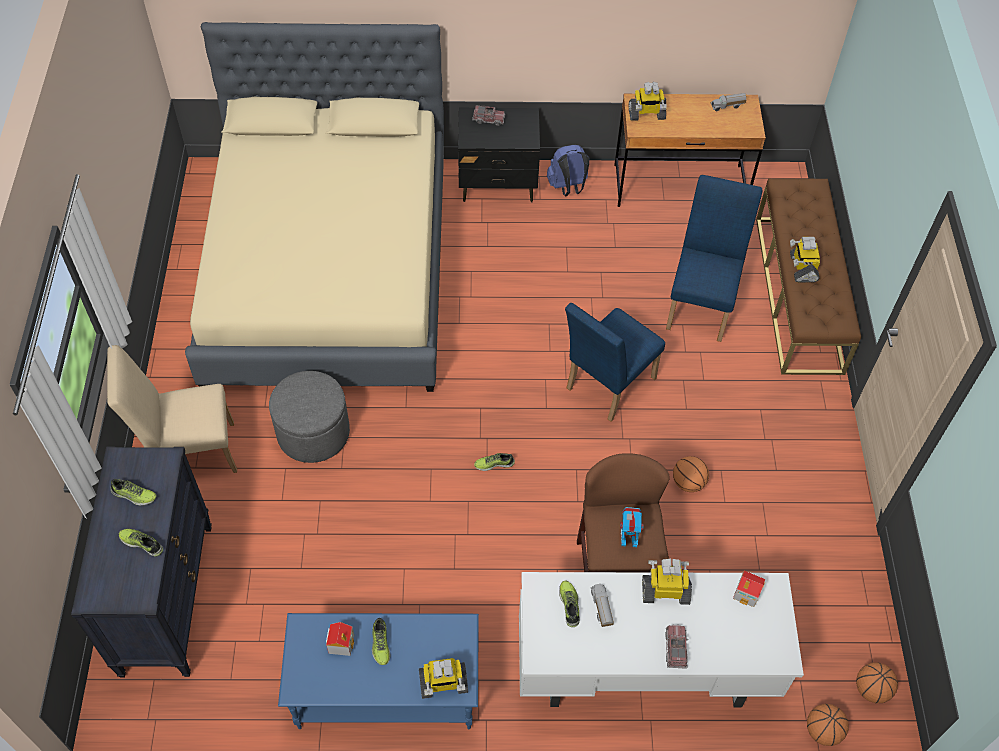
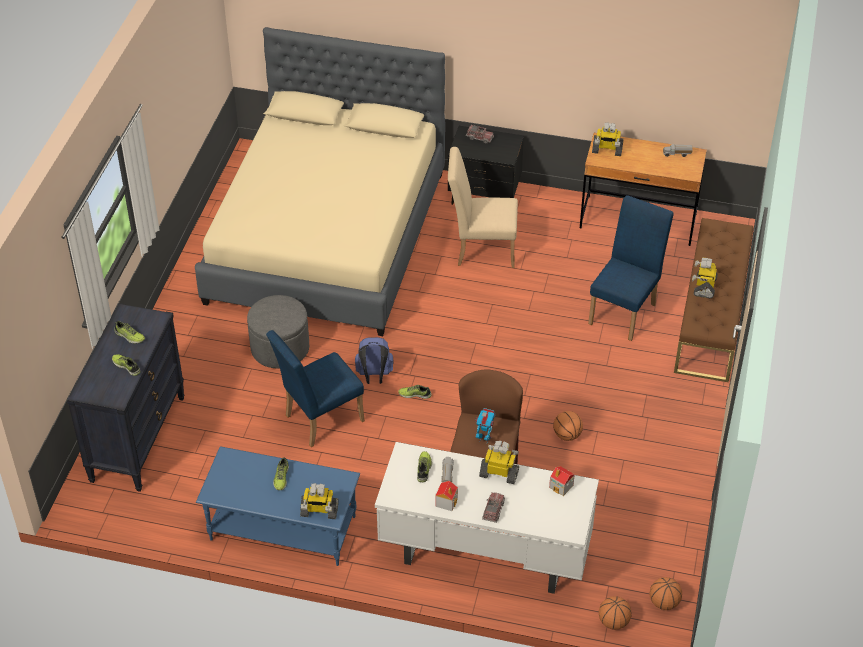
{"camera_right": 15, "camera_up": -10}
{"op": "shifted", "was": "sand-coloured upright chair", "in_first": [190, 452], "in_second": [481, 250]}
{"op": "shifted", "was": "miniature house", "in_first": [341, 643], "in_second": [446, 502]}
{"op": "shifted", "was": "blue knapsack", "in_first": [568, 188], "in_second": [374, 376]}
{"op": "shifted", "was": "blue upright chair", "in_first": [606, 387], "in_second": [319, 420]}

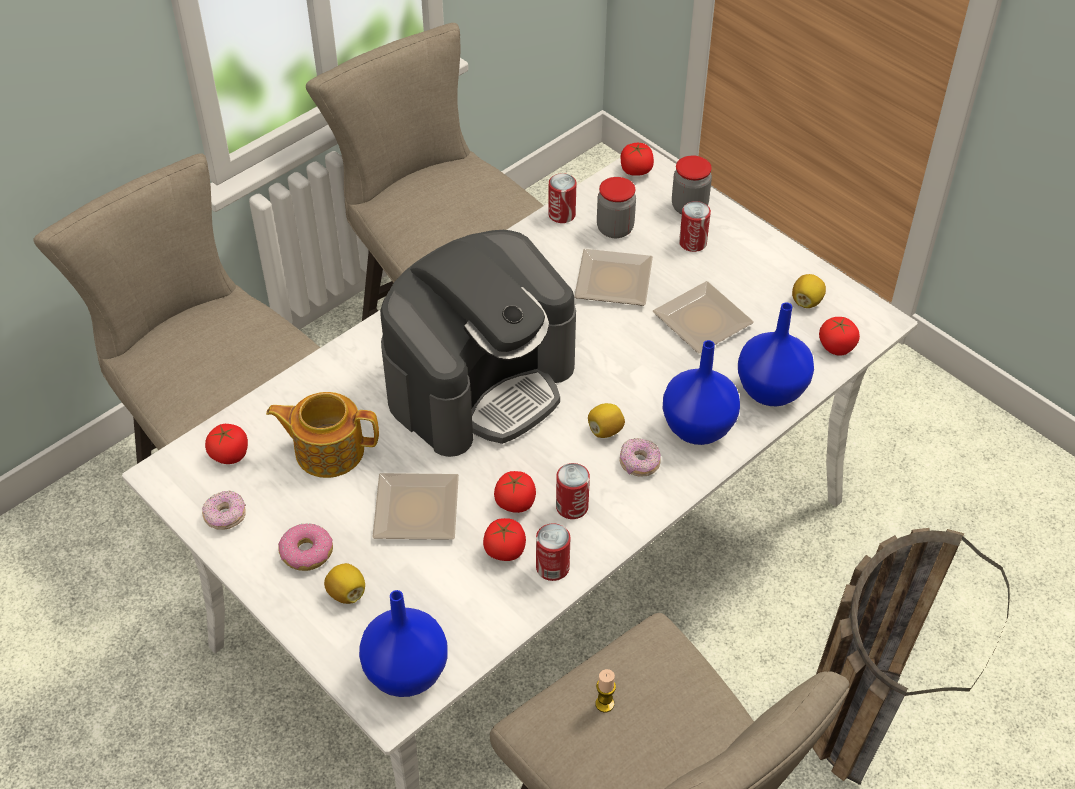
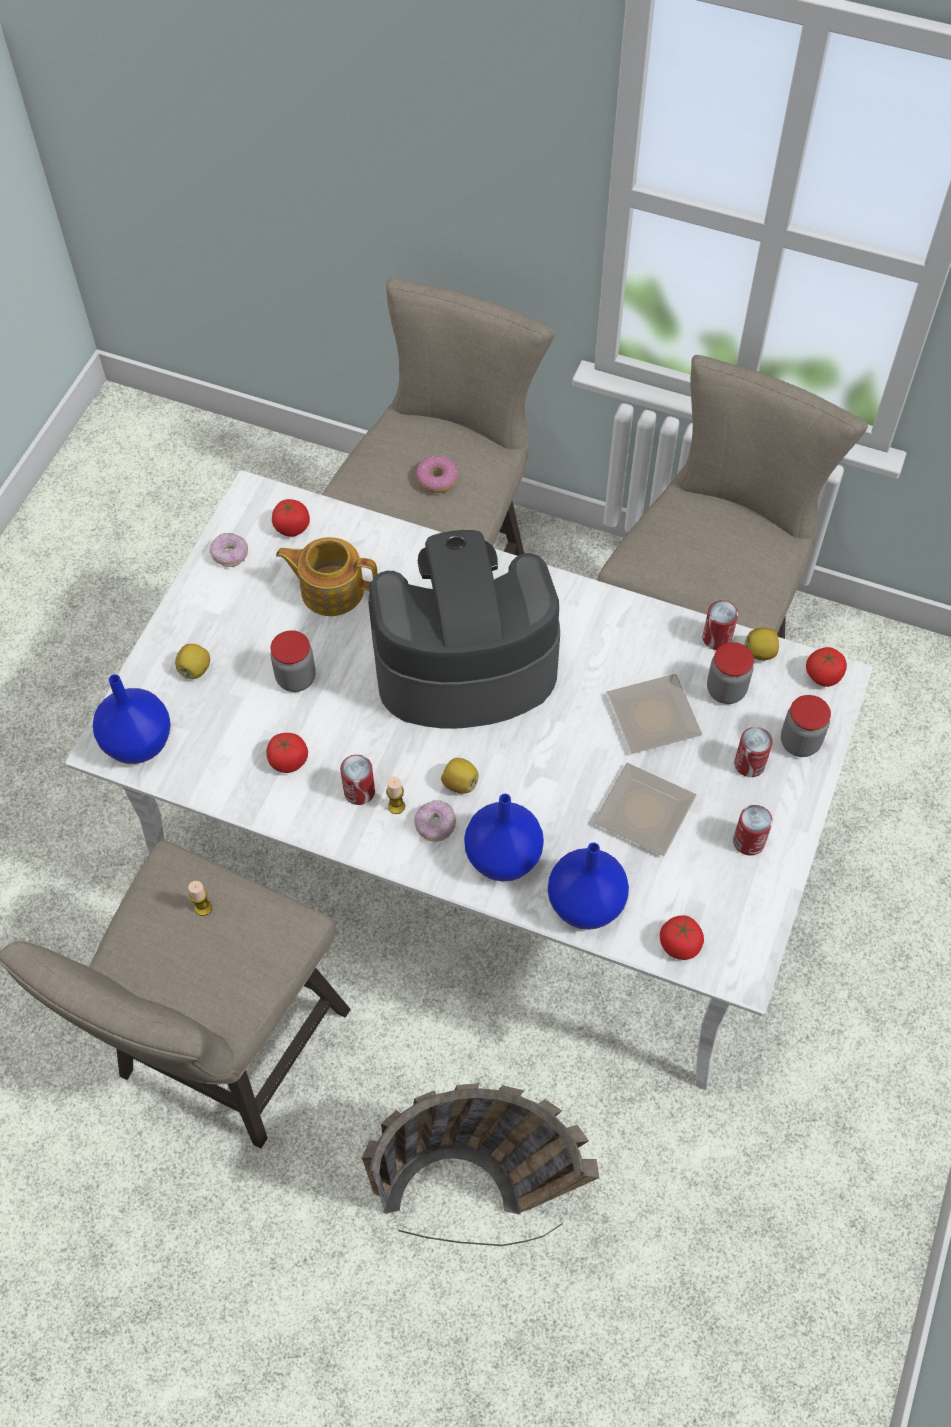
{"camera_right": 65, "camera_up": 10}
{"op": "rotated", "was": "tea pot", "in_first": [328, 450], "in_second": [331, 589], "clockwise": -60}
{"op": "shifted", "was": "ring doughnut", "in_first": [306, 553], "in_second": [437, 479]}
{"op": "swapped", "was": "plate", "now": "jar", "in_first": [413, 512], "in_second": [296, 678]}
{"op": "rotated", "was": "coffee maker", "in_first": [481, 382], "in_second": [463, 664], "clockwise": 150}
{"op": "gone", "was": "whole tomato", "in_first": [515, 502]}
{"op": "shifted", "was": "sealed can", "in_first": [552, 567], "in_second": [748, 841]}
{"op": "shifted", "was": "lemon", "in_first": [806, 301], "in_second": [760, 652]}
{"op": "new", "now": "candle", "in_second": [396, 806]}

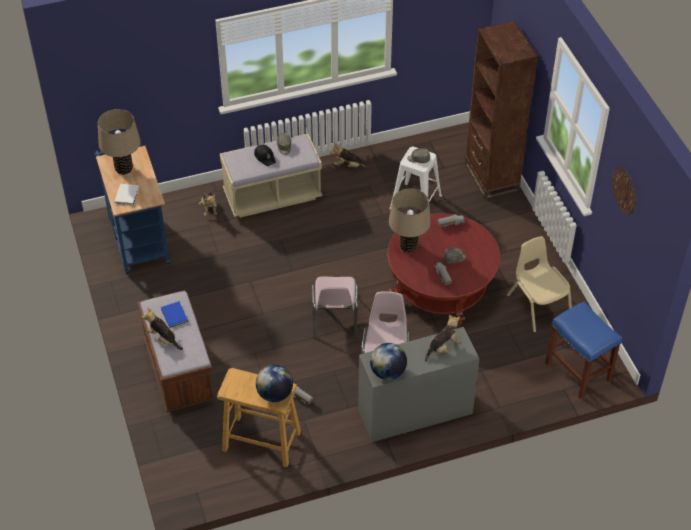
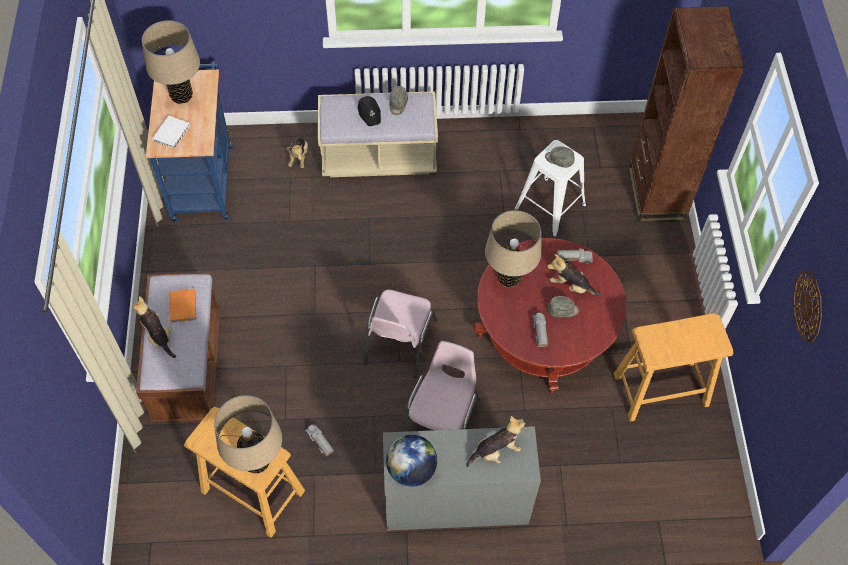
{"camera_right": 15, "camera_up": 10}
{"op": "repainted", "was": "blue book", "now": "orangey book", "in_first": [174, 316], "in_second": [182, 307]}
{"op": "swapped", "was": "world globe", "now": "sand-coloured lamp for a table", "in_first": [275, 394], "in_second": [256, 461]}
{"op": "shifted", "was": "soft toy", "in_first": [348, 165], "in_second": [571, 286]}
{"op": "swapped", "was": "sand-coloured upright chair", "now": "sand-coloured stool", "in_first": [538, 305], "in_second": [661, 389]}
{"op": "gone", "was": "blue stool", "in_first": [577, 371]}

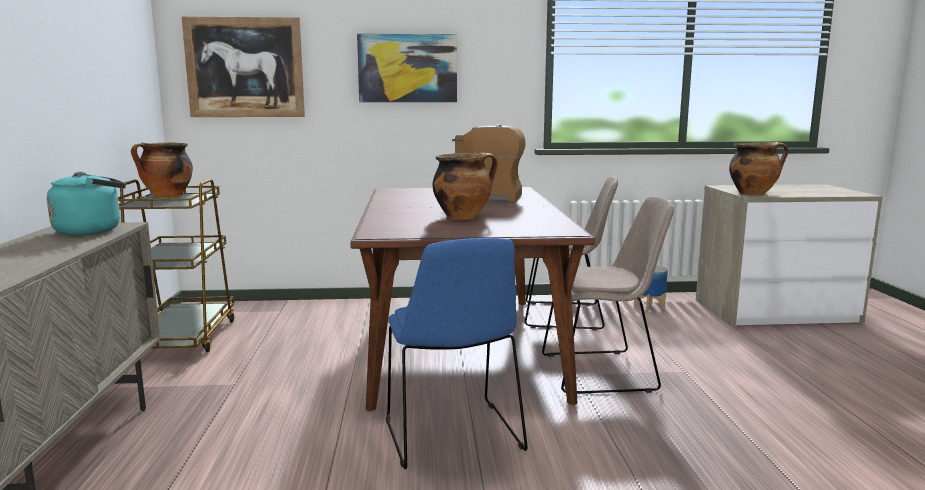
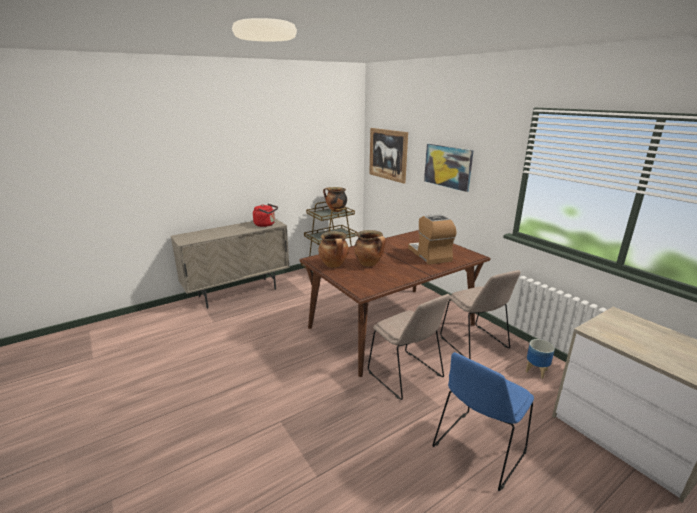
{"camera_right": 60, "camera_up": 10}
{"op": "repainted", "was": "turquoise-coloured water kettle", "now": "reddish water kettle", "in_first": [92, 230], "in_second": [266, 224]}
{"op": "shifted", "was": "blue upright chair", "in_first": [453, 437], "in_second": [478, 450]}
{"op": "shifted", "was": "cooking pot", "in_first": [753, 194], "in_second": [334, 265]}

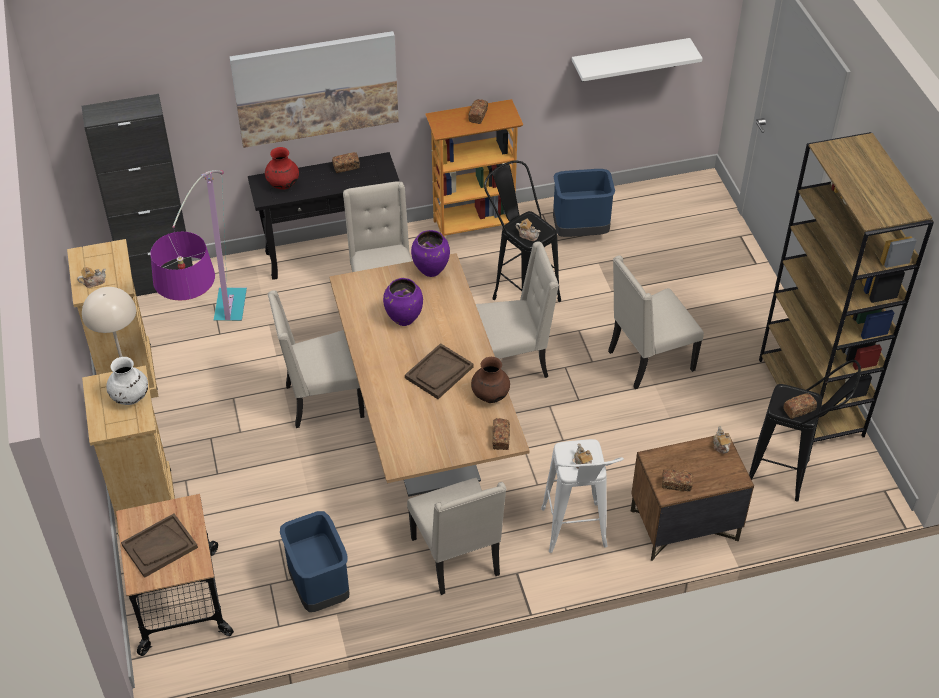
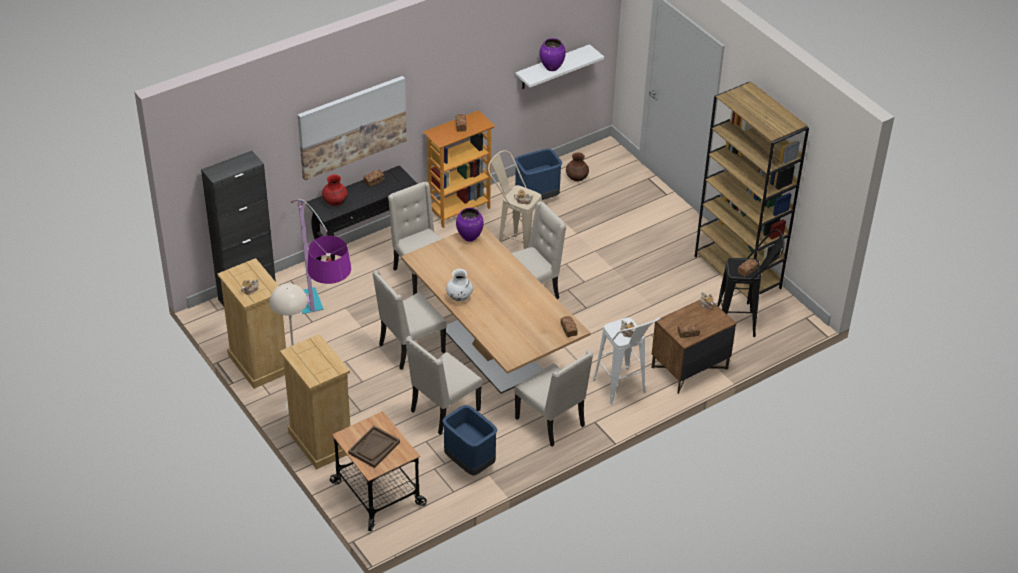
{"camera_right": -20, "camera_up": -5}
{"op": "shifted", "was": "white decorative vase", "in_first": [130, 398], "in_second": [459, 297]}
{"op": "shifted", "was": "purplish decorative vase", "in_first": [404, 319], "in_second": [552, 68]}
{"op": "gone", "was": "brown carrying tray", "in_first": [439, 373]}
{"op": "shifted", "was": "brown decorative vase", "in_first": [490, 395], "in_second": [576, 178]}
{"op": "repainted", "was": "blackish stool", "now": "sand-coloured stool", "in_first": [519, 294], "in_second": [514, 249]}
{"op": "shifted", "was": "sand-coloured upright chair", "in_first": [648, 361], "in_second": [443, 411]}

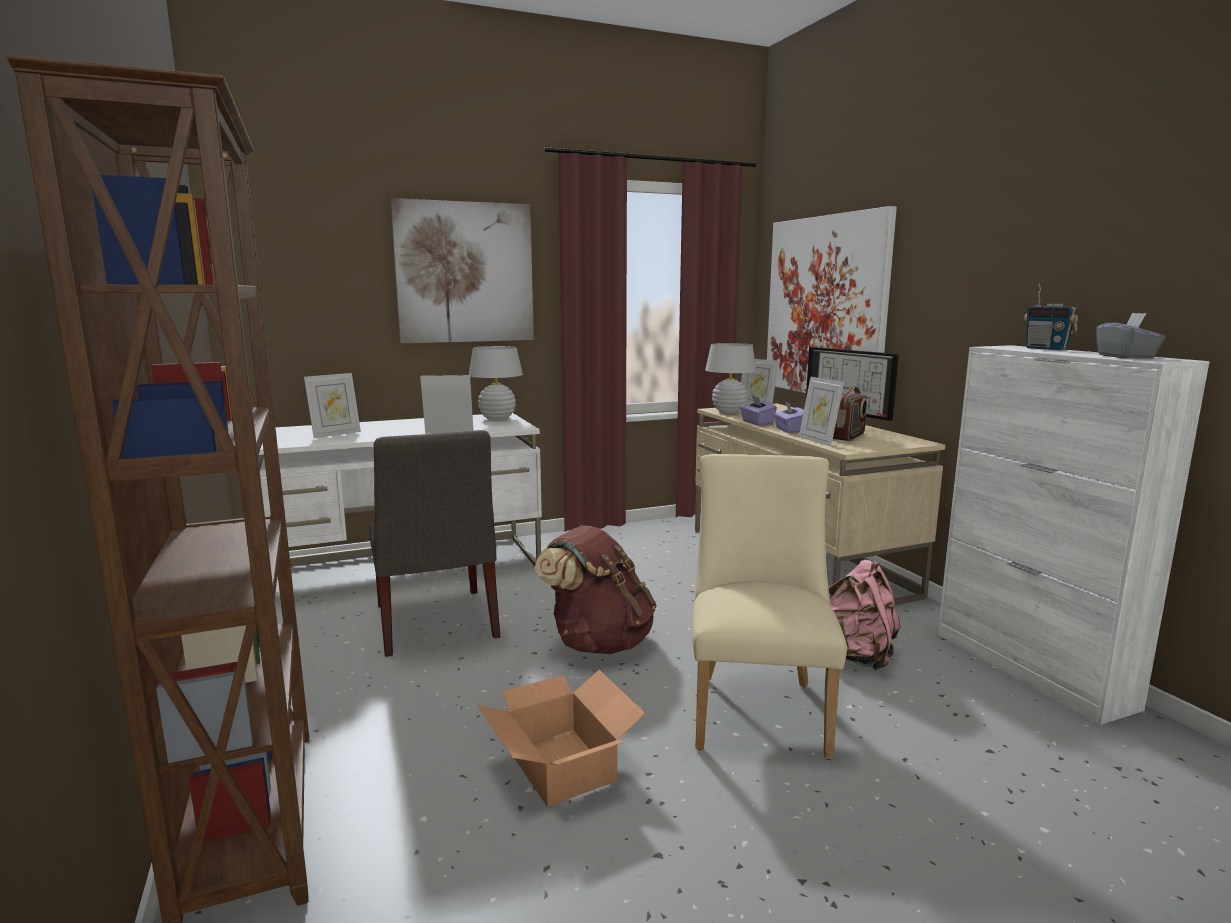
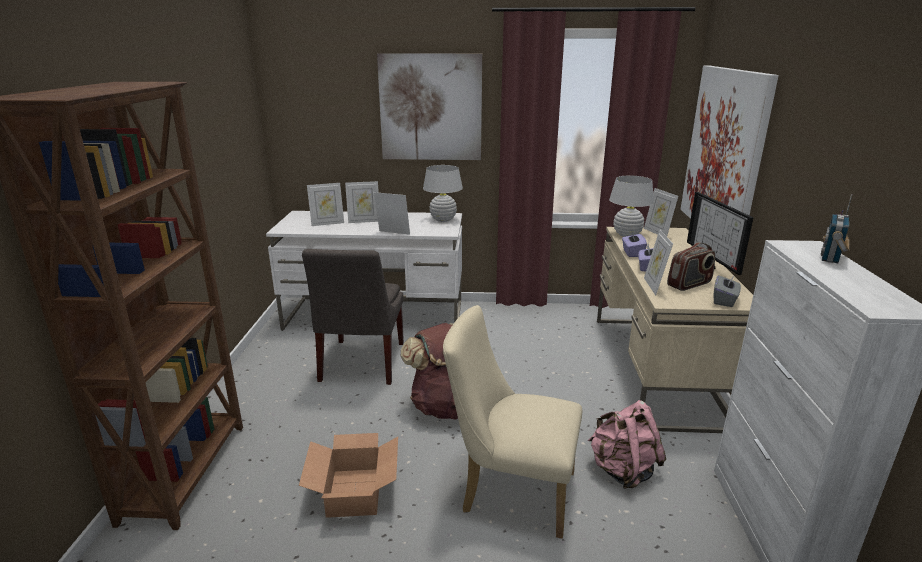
{"camera_right": 25, "camera_up": 10}
{"op": "rotated", "was": "sand-coloured upright chair", "in_first": [758, 708], "in_second": [510, 491], "clockwise": -105}
{"op": "rotated", "was": "radio", "in_first": [1046, 349], "in_second": [831, 258], "clockwise": 45}
{"op": "shifted", "was": "gray box of tissues", "in_first": [1126, 357], "in_second": [724, 300]}
{"op": "new", "now": "photo frame", "in_second": [364, 221]}

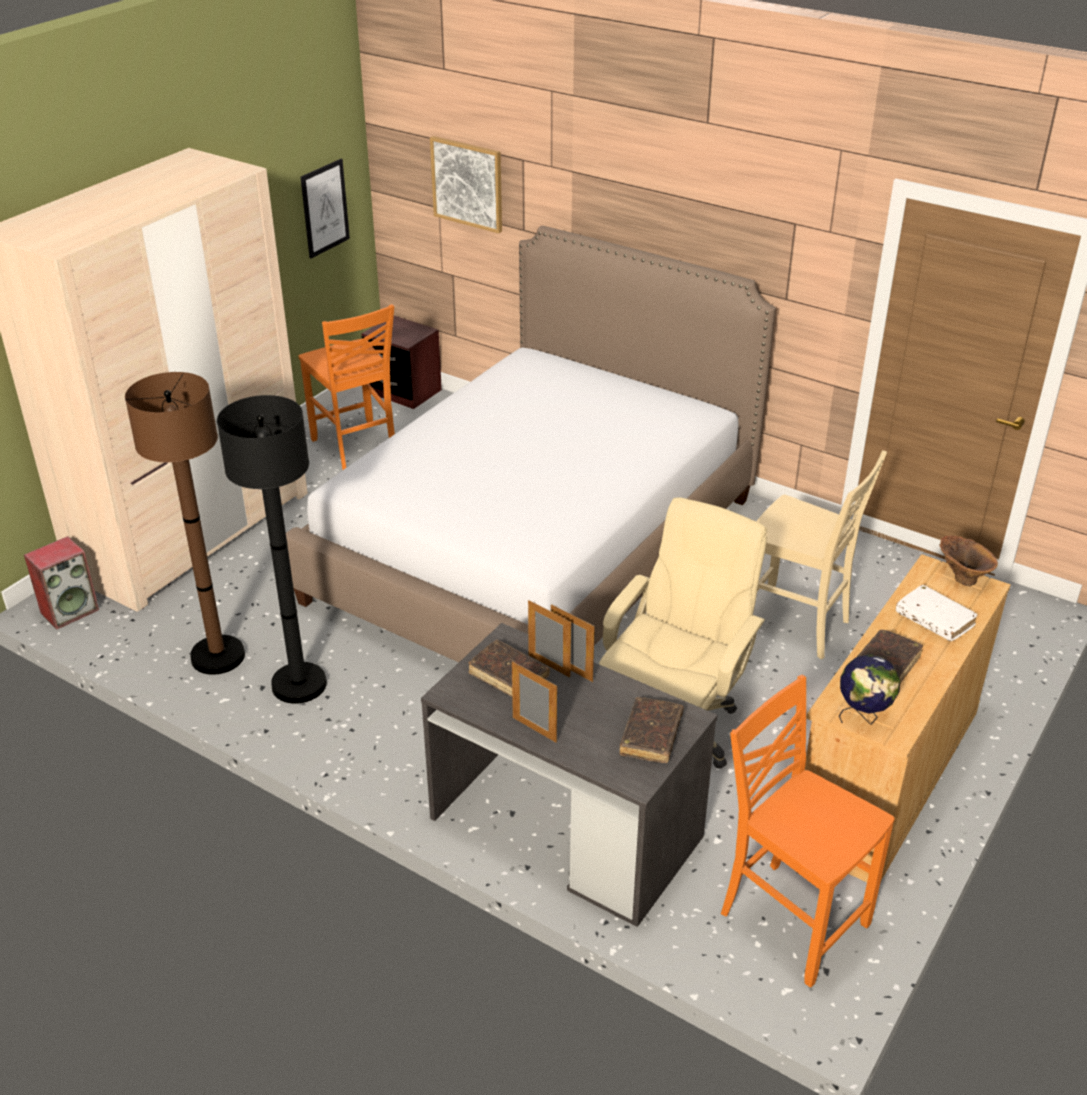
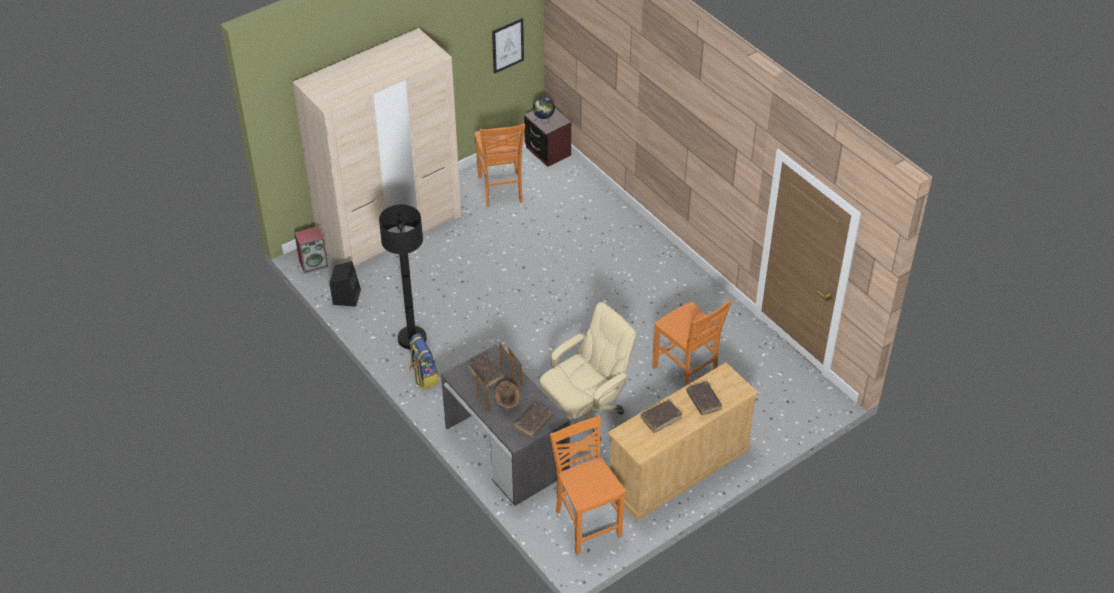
{"camera_right": 20, "camera_up": 10}
{"op": "gone", "was": "brown floor lamp", "in_first": [218, 656]}
{"op": "gone", "was": "bed", "in_first": [536, 549]}
{"op": "gone", "was": "wall picture", "in_first": [467, 184]}
{"op": "repainted", "was": "sand-coloured upright chair", "now": "orangey upright chair", "in_first": [795, 625], "in_second": [686, 373]}
{"op": "shifted", "was": "world globe", "in_first": [863, 717], "in_second": [544, 121]}
{"op": "repainted", "was": "white book", "now": "brown book", "in_first": [934, 620], "in_second": [703, 401]}
{"op": "shifted", "was": "brown decorative vase", "in_first": [962, 577], "in_second": [507, 404]}
{"op": "new", "now": "blackish audio speaker", "in_second": [346, 296]}
{"op": "new", "now": "knapsack", "in_second": [423, 376]}

